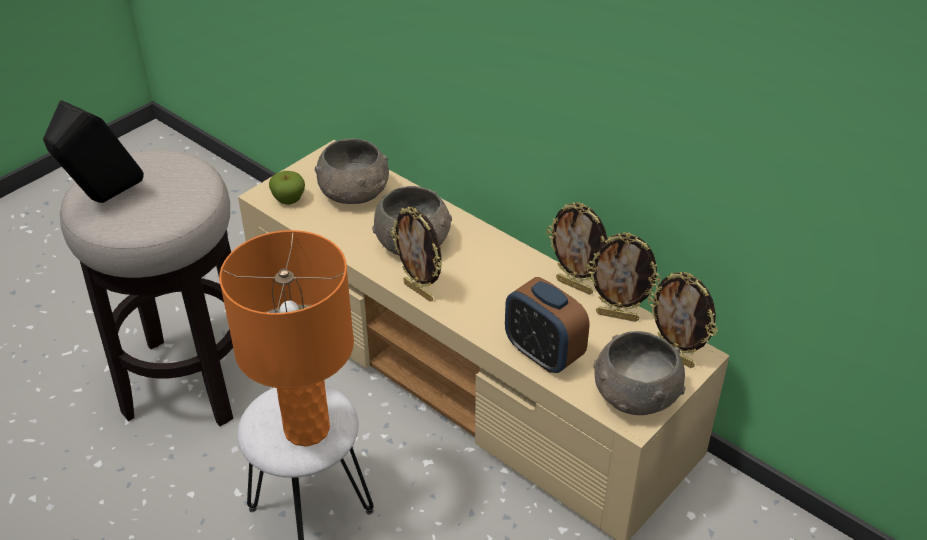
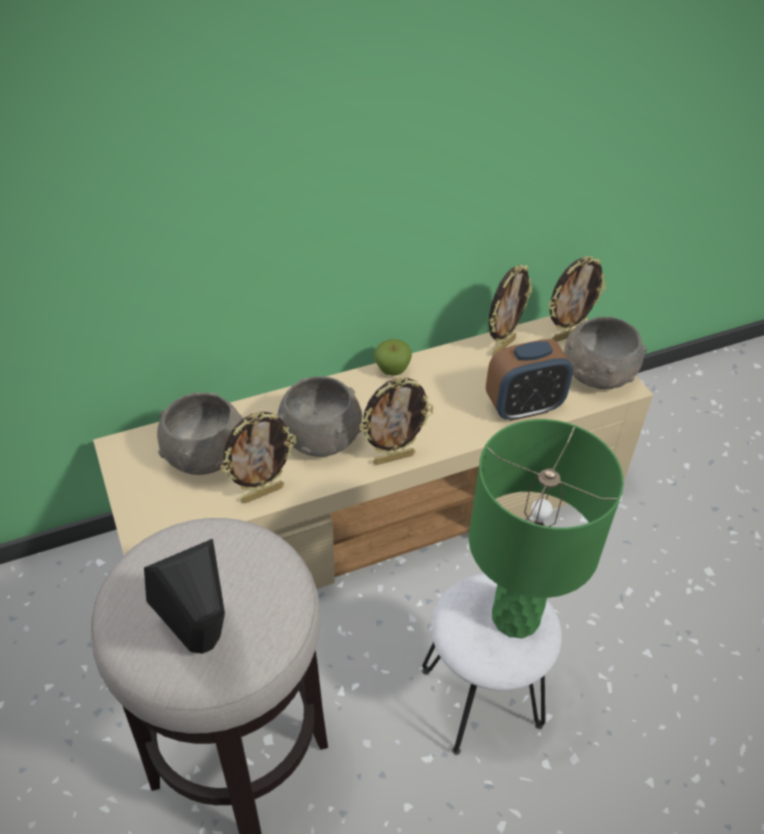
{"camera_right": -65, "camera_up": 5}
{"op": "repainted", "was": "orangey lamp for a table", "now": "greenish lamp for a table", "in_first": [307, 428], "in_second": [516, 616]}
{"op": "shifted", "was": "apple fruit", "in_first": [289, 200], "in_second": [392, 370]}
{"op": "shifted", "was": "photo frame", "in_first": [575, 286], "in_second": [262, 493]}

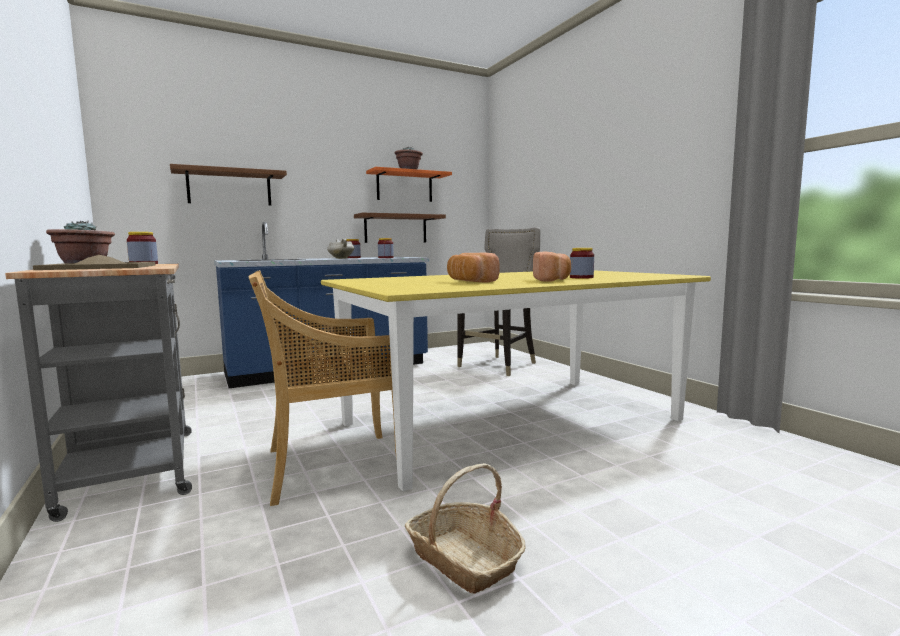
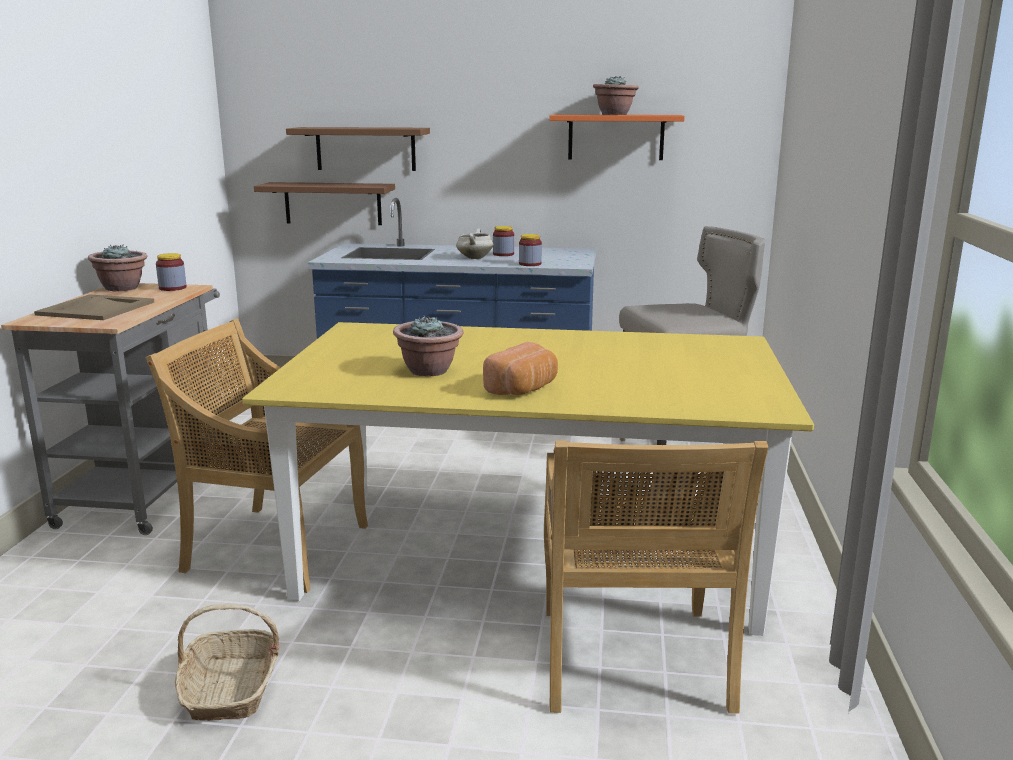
{"camera_right": 35, "camera_up": 10}
{"op": "shifted", "was": "brown wall shelf", "in_first": [395, 229], "in_second": [333, 203]}
{"op": "swapped", "was": "bread", "now": "plant in a pot", "in_first": [470, 281], "in_second": [429, 371]}
{"op": "gone", "was": "jar", "in_first": [581, 277]}
{"op": "new", "now": "sand-coloured upright chair", "in_second": [633, 661]}

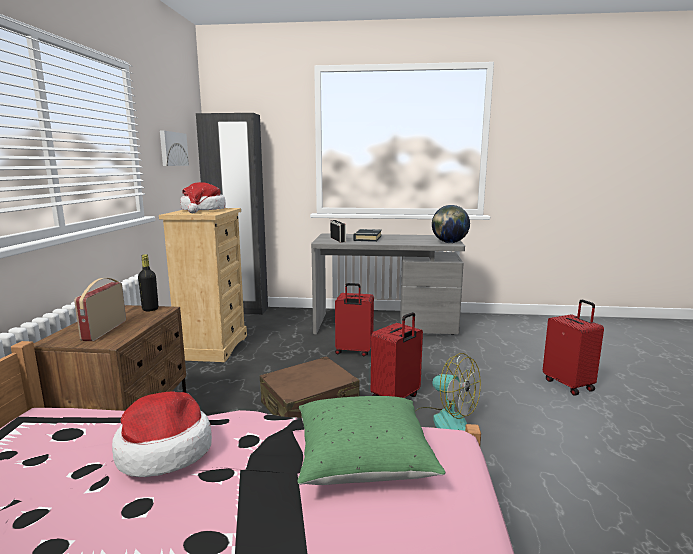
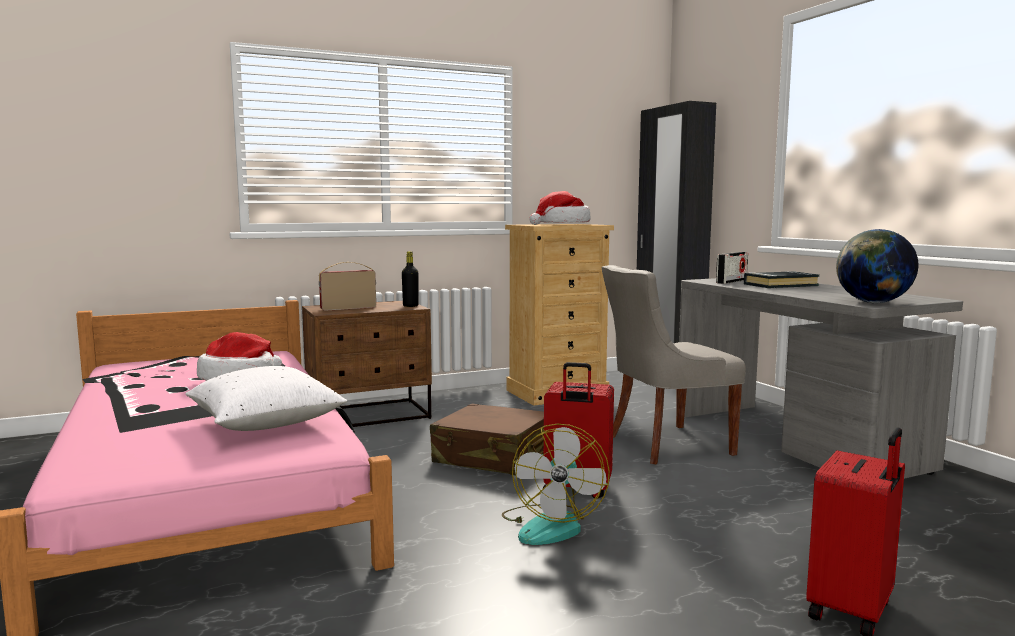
{"camera_right": 60, "camera_up": -5}
{"op": "gone", "was": "wall picture", "in_first": [172, 149]}
{"op": "repainted", "was": "greenish pillow", "now": "white pillow", "in_first": [363, 461], "in_second": [266, 424]}
{"op": "swapped", "was": "reddish travel case", "now": "gray upright chair", "in_first": [353, 351], "in_second": [666, 445]}

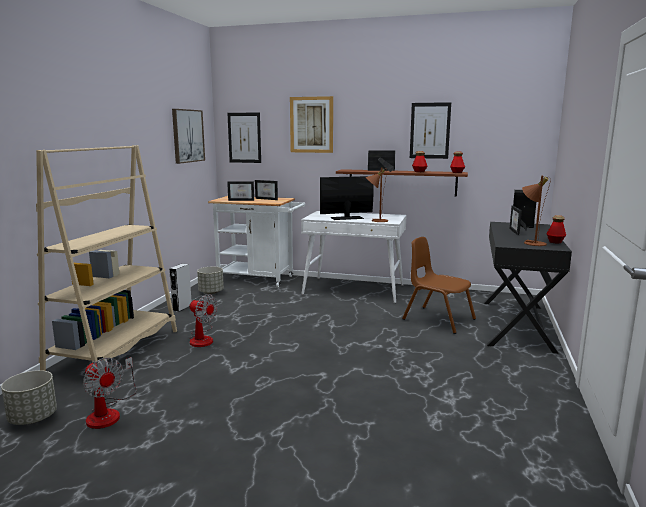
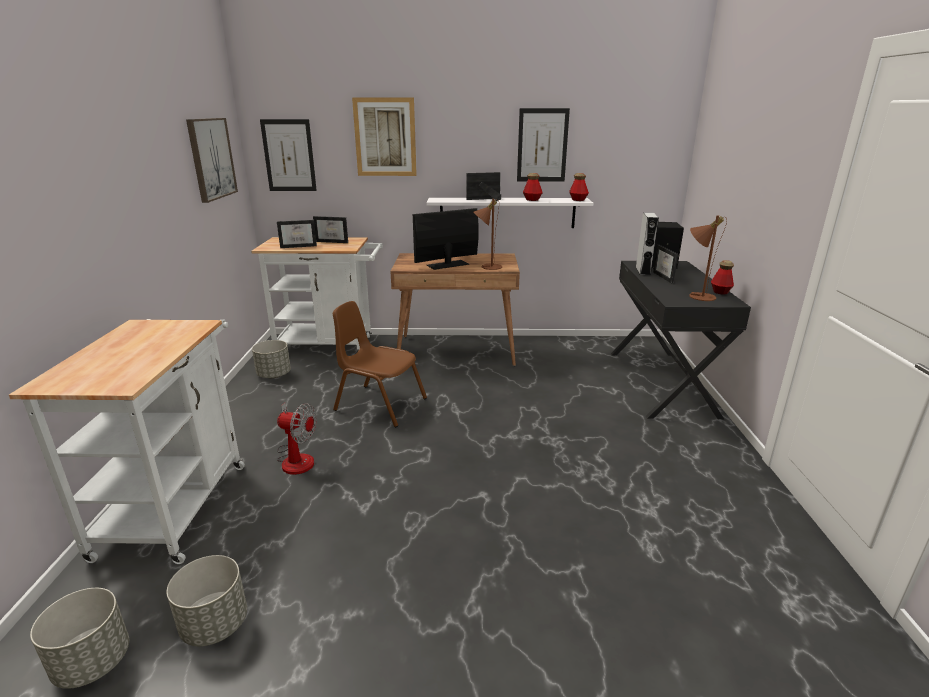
{"camera_right": -15, "camera_up": 10}
{"op": "swapped", "was": "sand-coloured bookshelf", "now": "white trolley", "in_first": [116, 352], "in_second": [178, 502]}
{"op": "swapped", "was": "fan", "now": "gray plant pot", "in_first": [109, 413], "in_second": [215, 624]}
{"op": "shifted", "was": "gray audio speaker", "in_first": [182, 307], "in_second": [643, 271]}
{"op": "repainted", "was": "white desk", "now": "brown desk", "in_first": [354, 290], "in_second": [457, 350]}
{"op": "repainted", "was": "brown wall shelf", "now": "white wall shelf", "in_first": [402, 182], "in_second": [507, 212]}
{"op": "shifted", "was": "brown upright chair", "in_first": [438, 319], "in_second": [380, 404]}

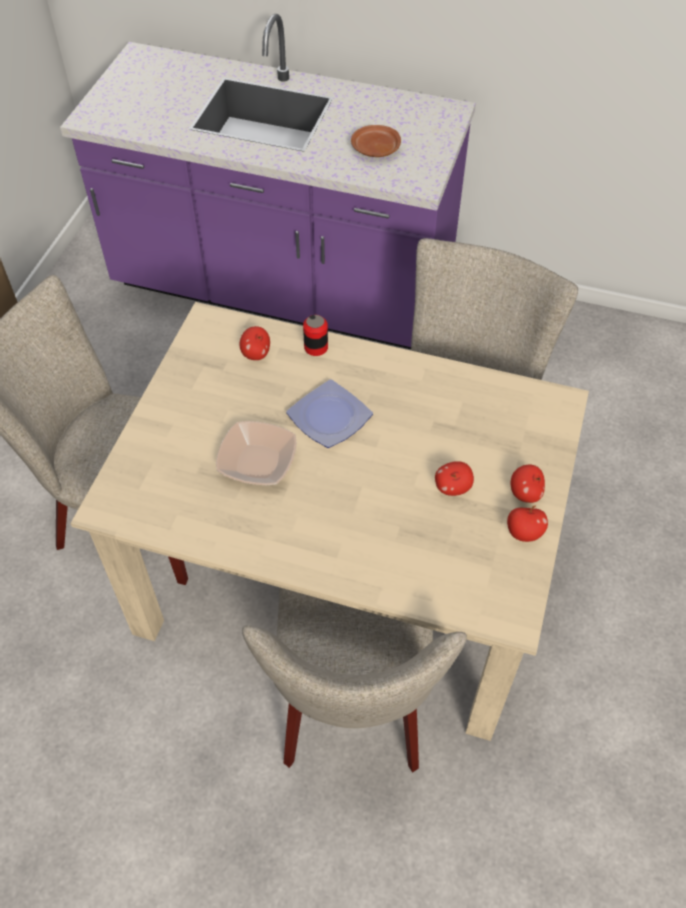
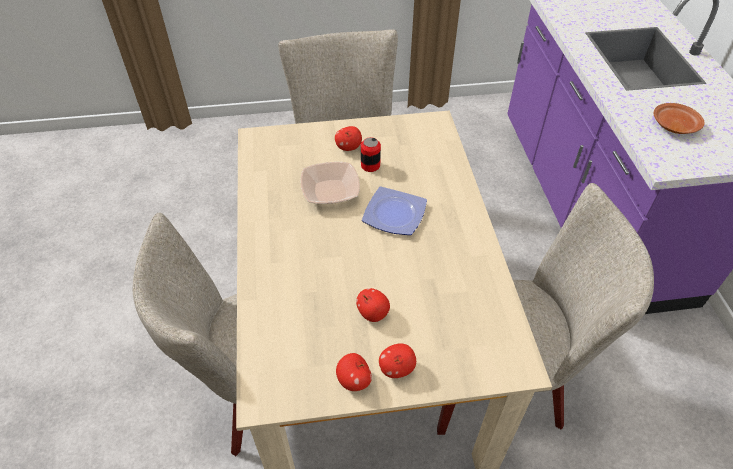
{"camera_right": 65, "camera_up": -5}
{"op": "shifted", "was": "apple fruit", "in_first": [256, 354], "in_second": [348, 147]}
{"op": "shifted", "was": "sealed can", "in_first": [316, 347], "in_second": [370, 166]}

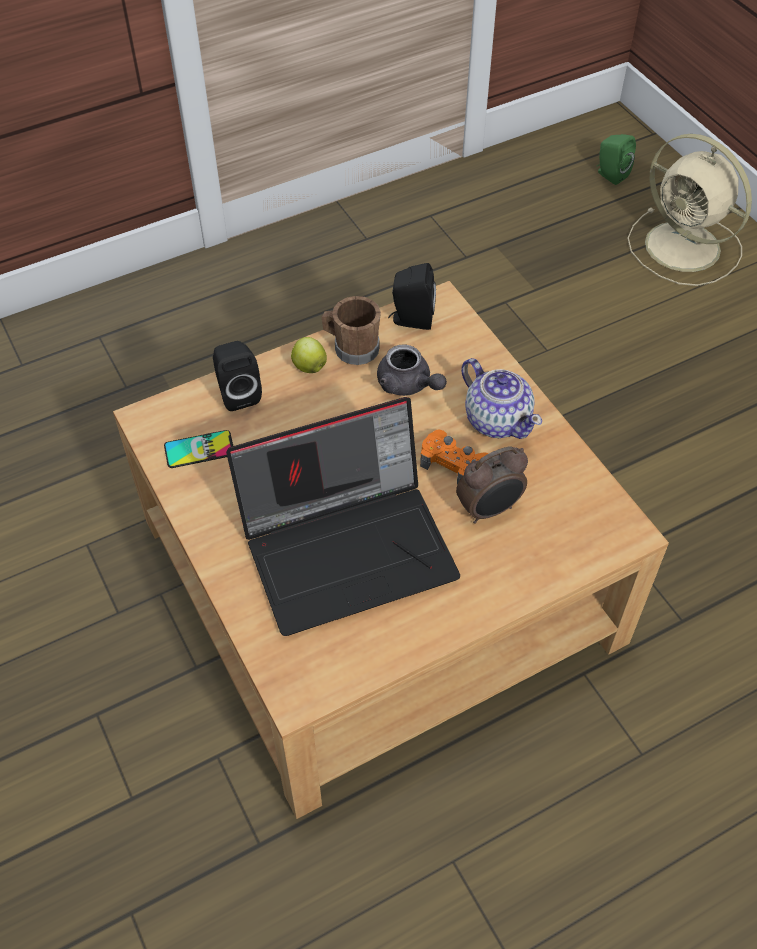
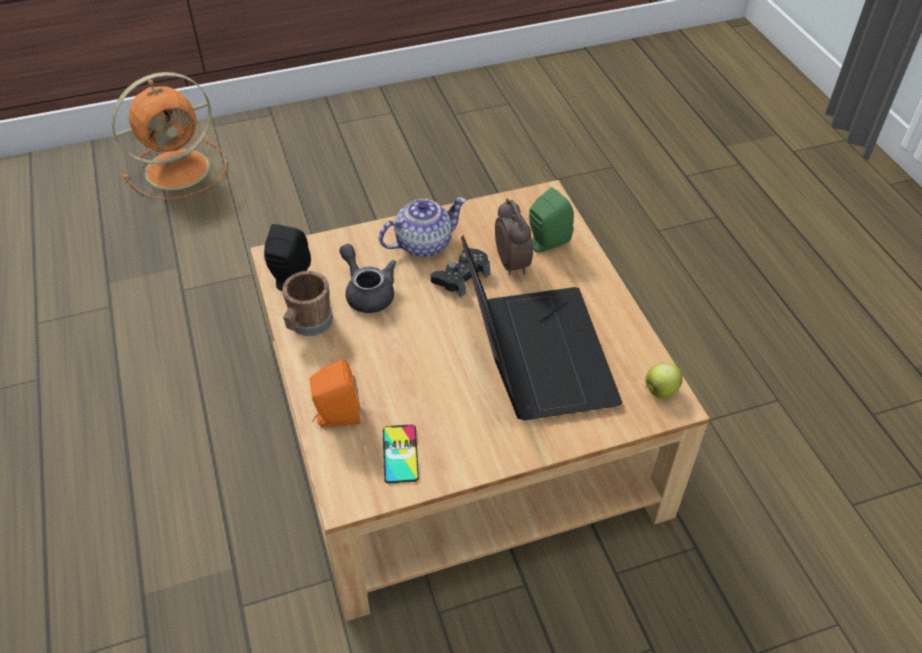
{"camera_right": -80, "camera_up": -5}
{"op": "repainted", "was": "blackish audio speaker", "now": "orangey audio speaker", "in_first": [238, 393], "in_second": [336, 417]}
{"op": "shifted", "was": "apple fruit", "in_first": [309, 366], "in_second": [660, 391]}
{"op": "rotated", "was": "gray tea pot", "in_first": [408, 385], "in_second": [367, 292], "clockwise": -90}
{"op": "repainted", "was": "orangey game controller", "now": "blackish game controller", "in_first": [454, 463], "in_second": [461, 276]}
{"op": "shifted", "was": "greenish audio speaker", "in_first": [610, 175], "in_second": [545, 243]}
{"op": "repainted", "was": "sand-coloured fan", "now": "orangey fan", "in_first": [685, 248], "in_second": [180, 168]}

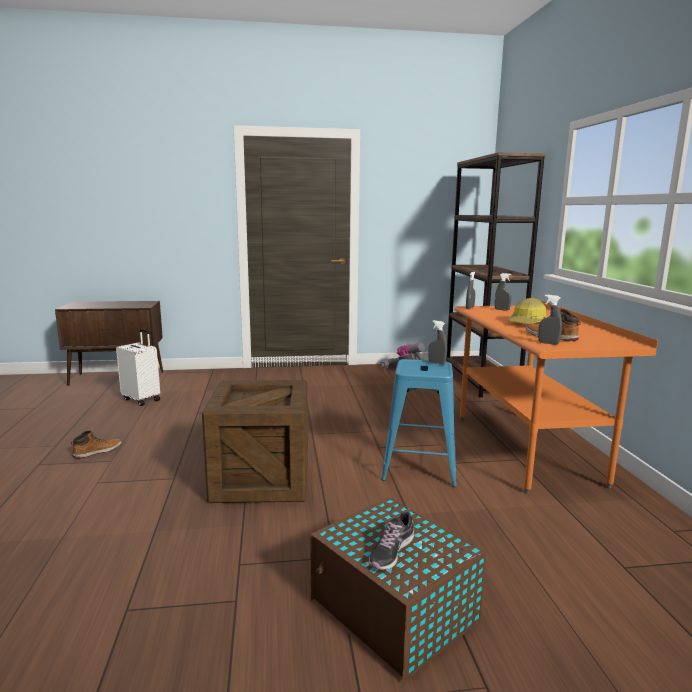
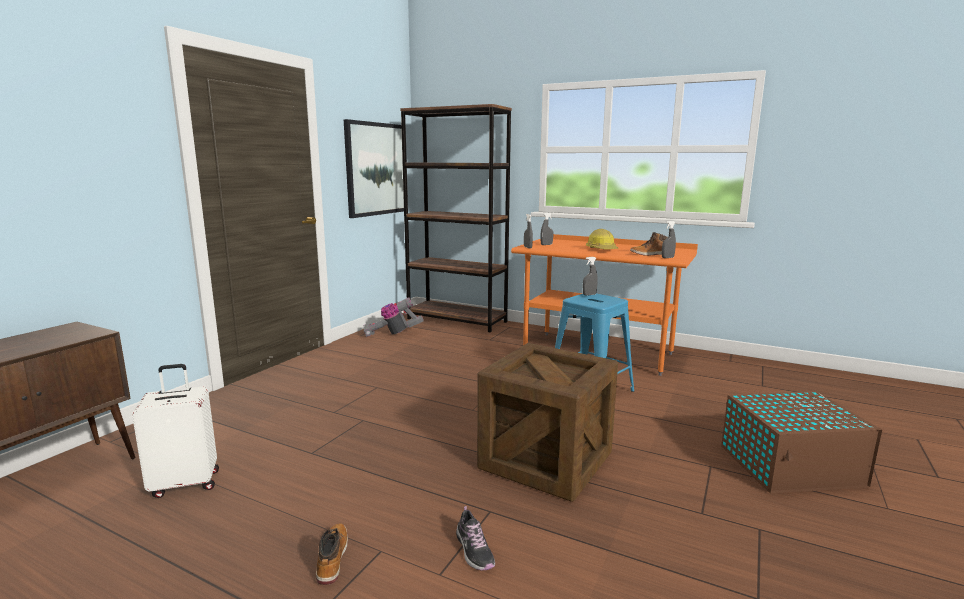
{"camera_right": -55, "camera_up": 0}
{"op": "shifted", "was": "shoe", "in_first": [391, 552], "in_second": [474, 550]}
{"op": "new", "now": "wall picture", "in_second": [376, 169]}

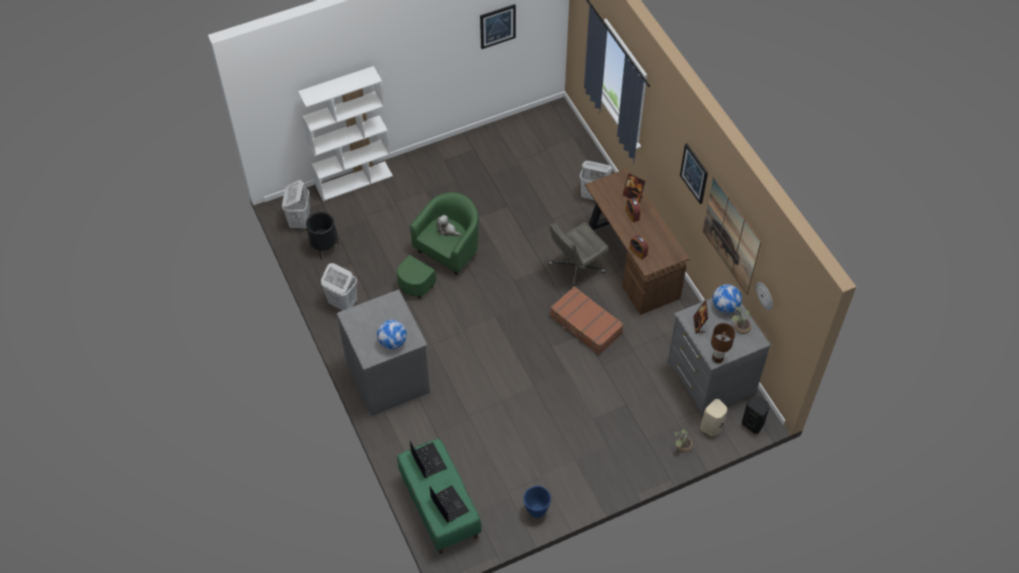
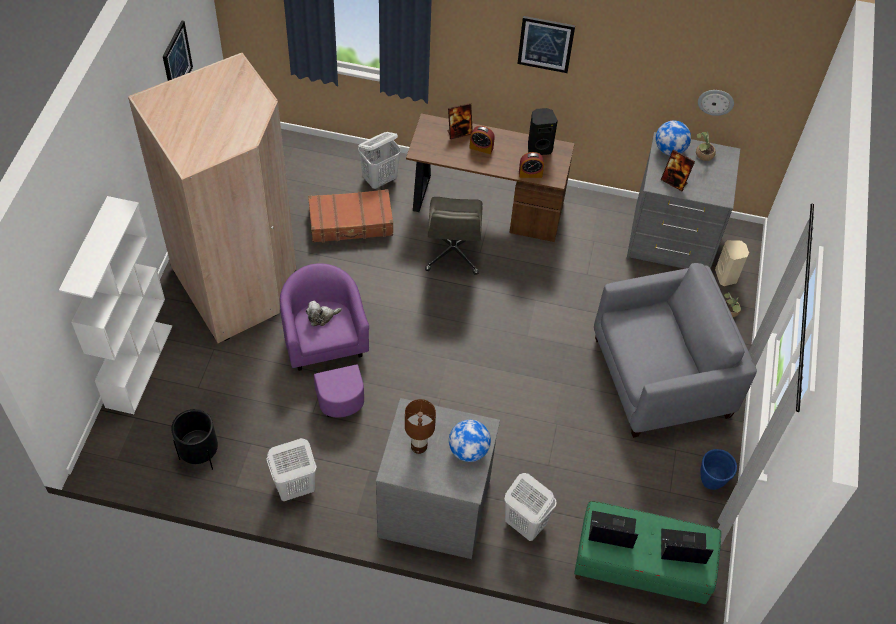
{"camera_right": -55, "camera_up": 0}
{"op": "shifted", "was": "white laundry basket", "in_first": [300, 221], "in_second": [524, 524]}
{"op": "repainted", "was": "greenish easy chair", "now": "purplish easy chair", "in_first": [441, 259], "in_second": [328, 356]}
{"op": "shifted", "was": "brown travel case", "in_first": [585, 325], "in_second": [351, 223]}
{"op": "gone", "was": "wall picture", "in_first": [731, 236]}
{"op": "shifted", "was": "brown lamp for a table", "in_first": [717, 359], "in_second": [419, 447]}
{"op": "shifted", "was": "blackish audio speaker", "in_first": [753, 424], "in_second": [539, 148]}
{"op": "new", "now": "sand-coloured clothes cupboard", "in_second": [239, 282]}
{"op": "new", "now": "gray easy chair", "in_second": [660, 377]}

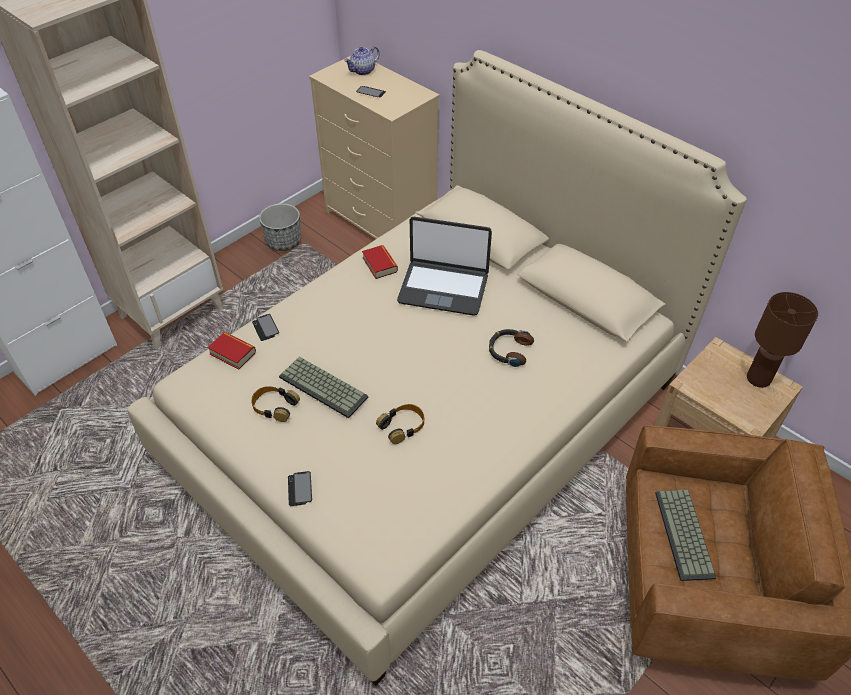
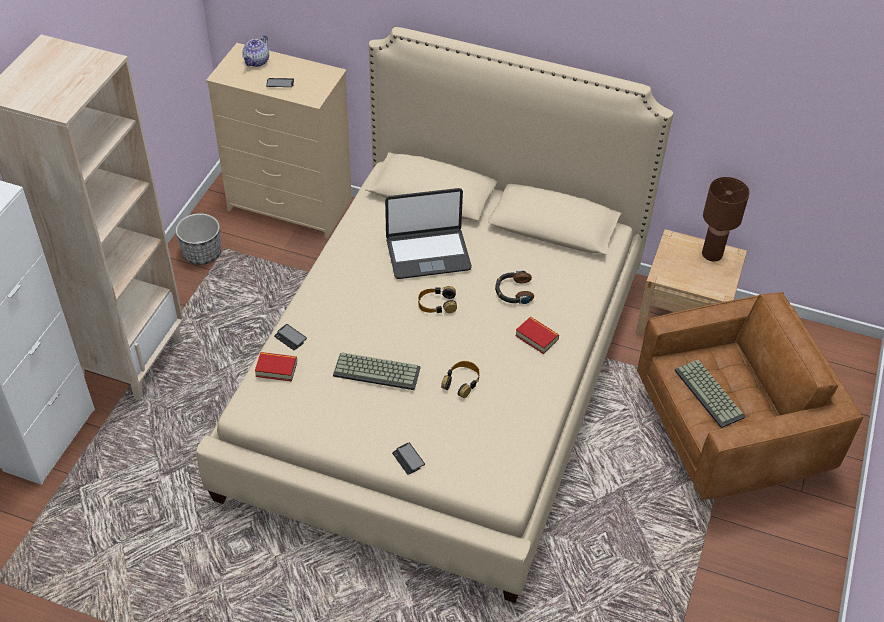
{"camera_right": -25, "camera_up": 0}
{"op": "shifted", "was": "headphones", "in_first": [274, 406], "in_second": [437, 304]}
{"op": "shifted", "was": "book", "in_first": [380, 265], "in_second": [536, 337]}

